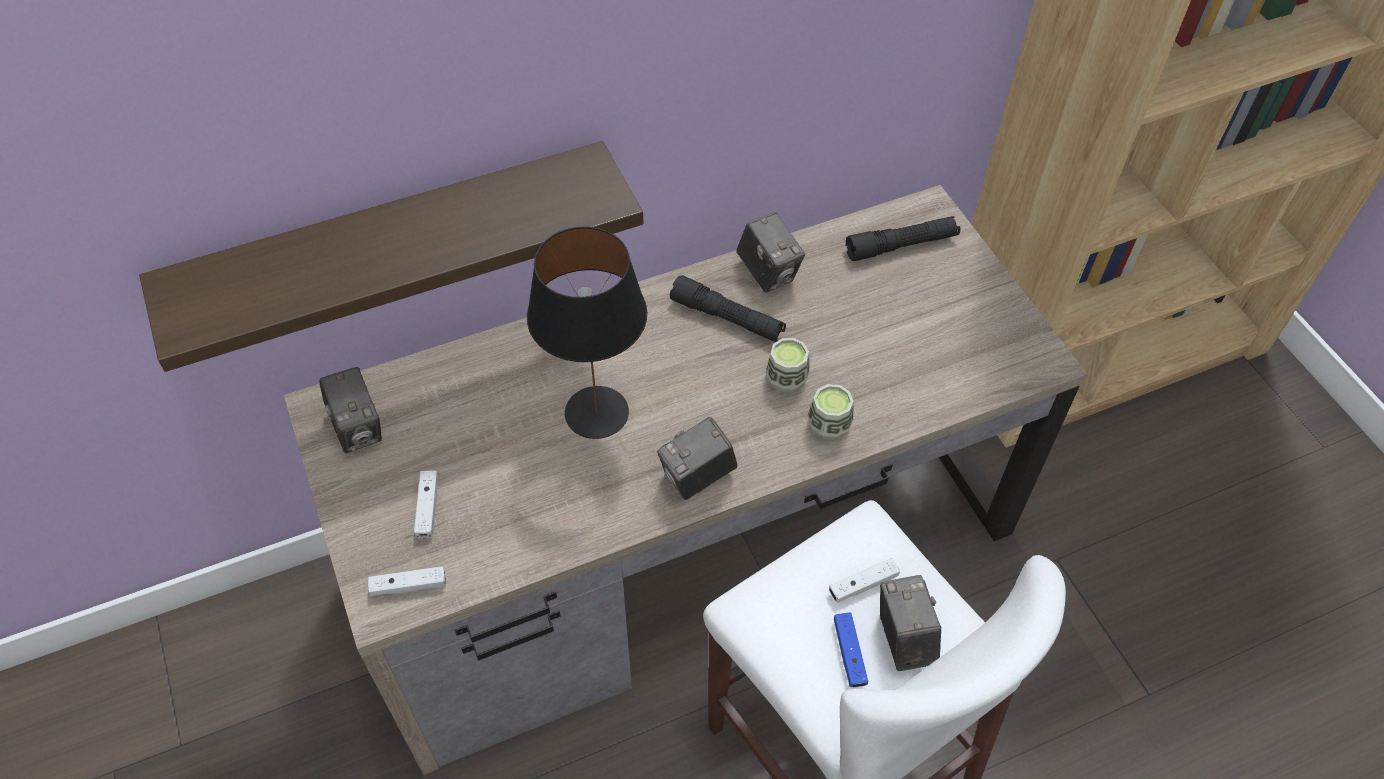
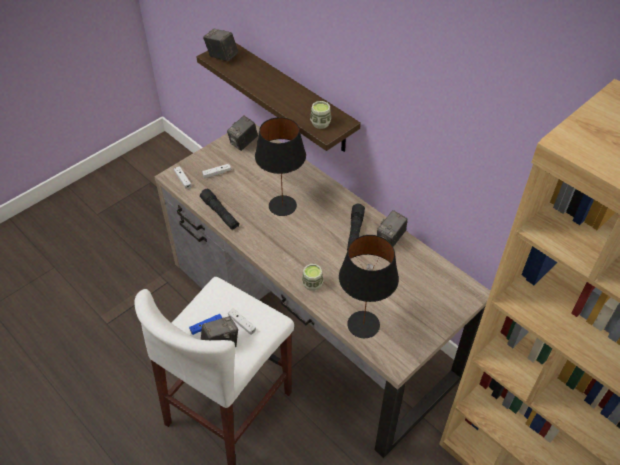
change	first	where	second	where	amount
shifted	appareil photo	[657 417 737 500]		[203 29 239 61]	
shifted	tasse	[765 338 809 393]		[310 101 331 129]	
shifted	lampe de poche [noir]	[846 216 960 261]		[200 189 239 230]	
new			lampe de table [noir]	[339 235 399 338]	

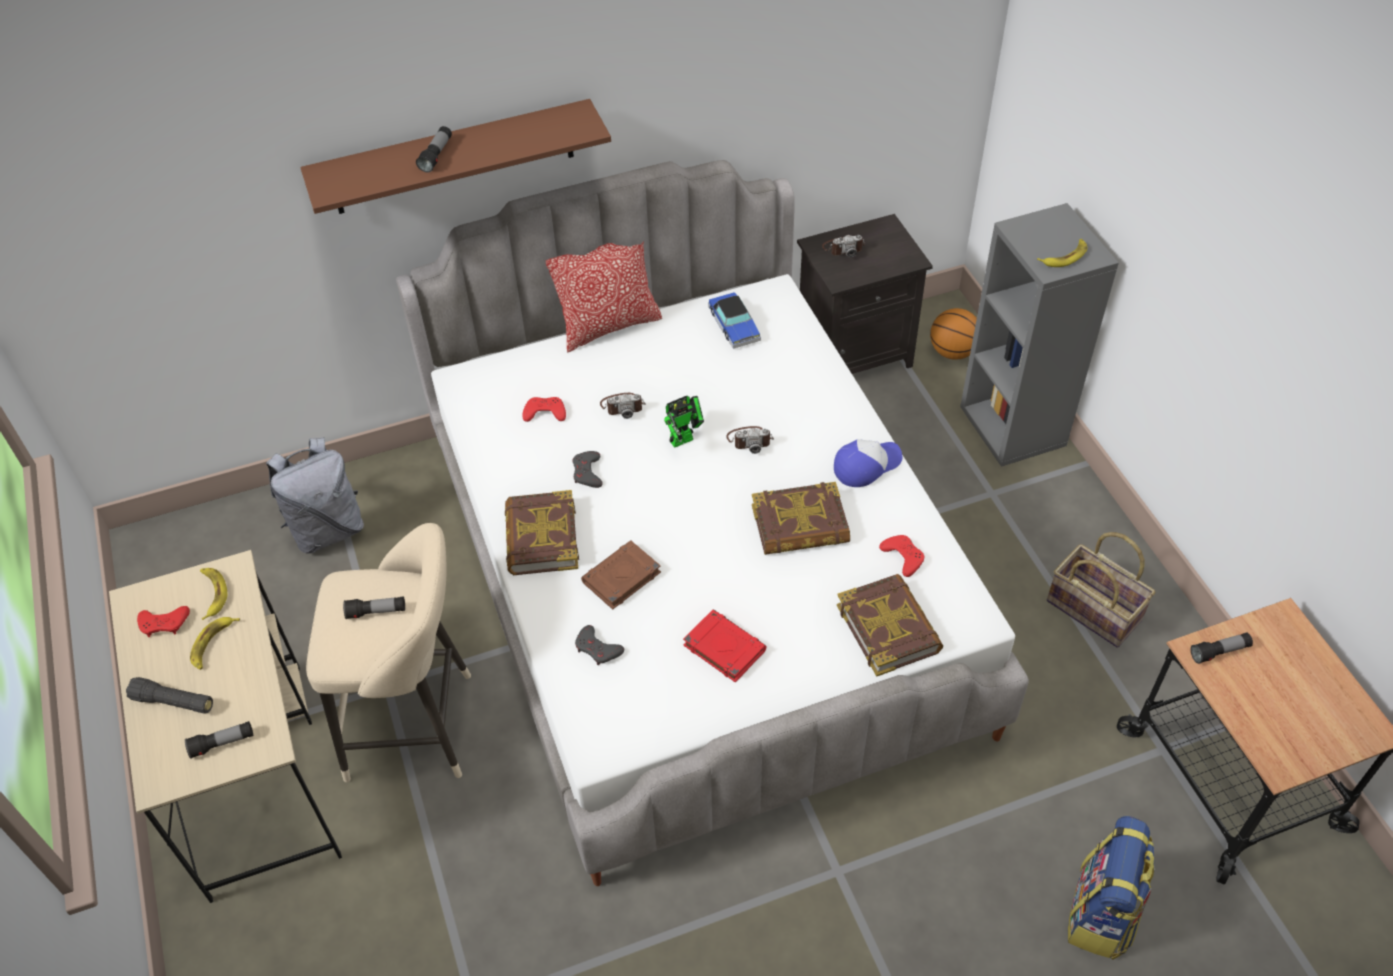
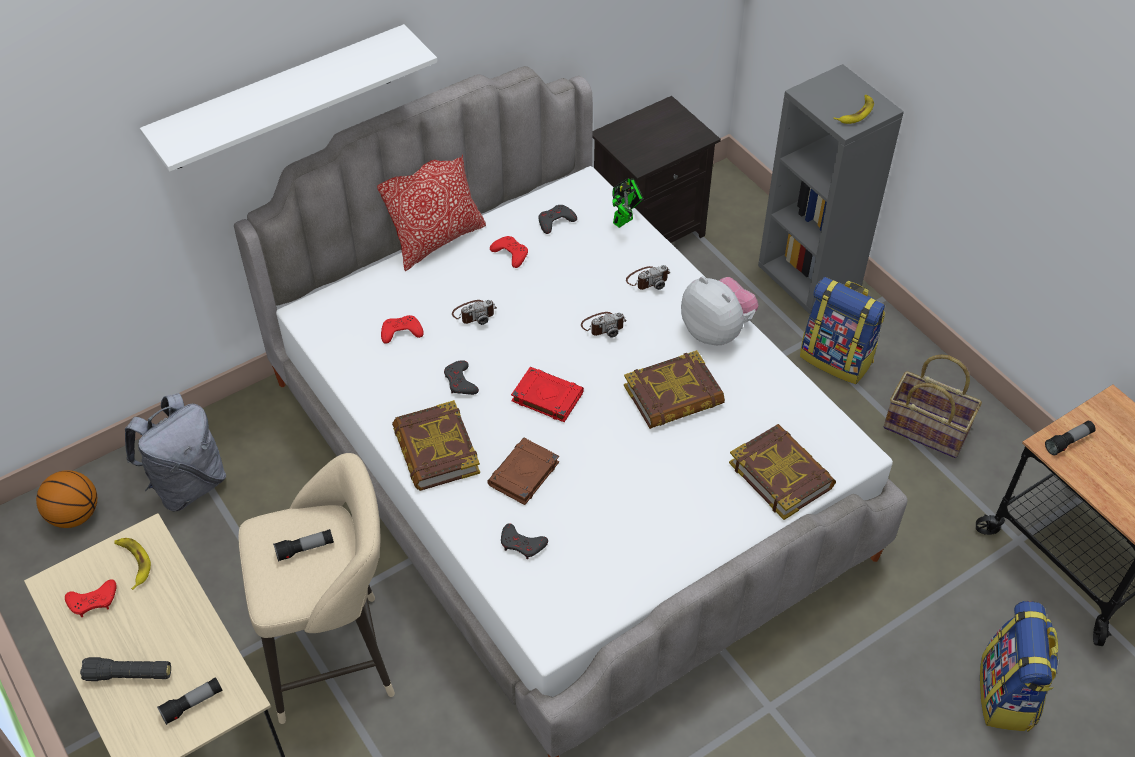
change	first	where	second	where	amount
gone	banane	[190 617 240 670]			
repainted	étagère [marron]	[300 99 611 214]	étagère [blanc]	[140 24 437 172]	
gone	lampe de poche	[416 126 452 173]			
shifted	robot jouet	[664 396 704 448]		[612 178 644 228]	
shifted	livre [rouge]	[683 610 766 683]		[511 367 584 422]	
swapped	petite voiture	[708 292 761 349]	manette [gris]	[538 205 577 234]	
shifted	appareil photo	[822 235 865 257]		[626 265 670 290]	
swapped	casquette	[834 439 902 487]	peluche	[681 276 758 345]	
shifted	manette [rouge]	[879 535 924 577]		[490 236 528 268]	
shifted	ballon de basket	[930 308 977 360]		[36 470 97 528]	
new			sac à dos	[800 277 885 384]	

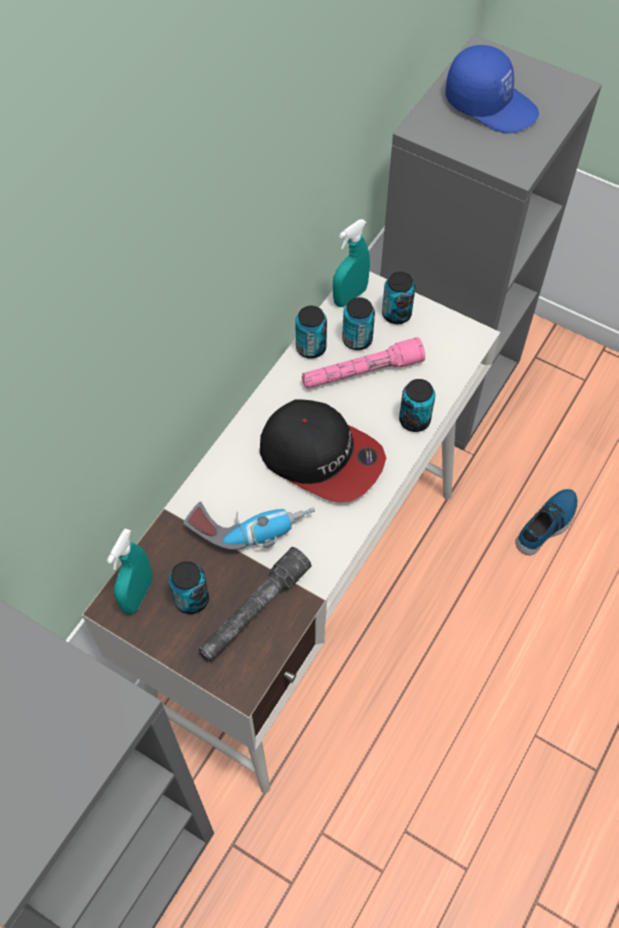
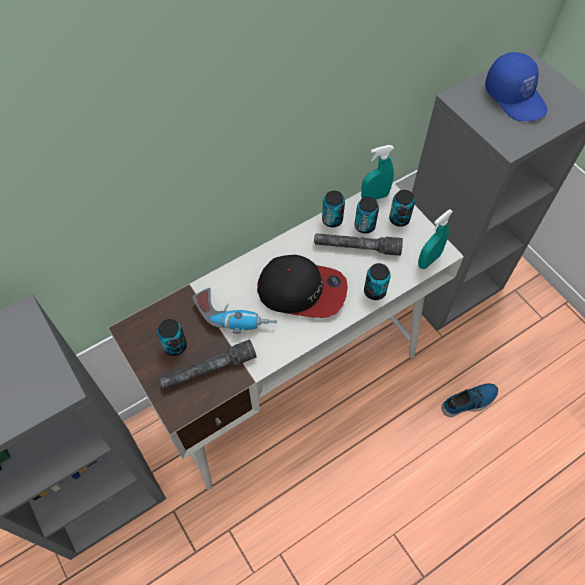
change	first	where	second	where	amount
shifted	vaporisateur [turquoise]	[107 528 152 614]		[418 209 453 269]	
rotated	casquette	[260 399 386 502]		[257 255 348 318]	45 degrees counterclockwise
repainted	lampe de poche [rose]	[302 337 425 388]	lampe de poche [gris]	[314 233 403 256]	

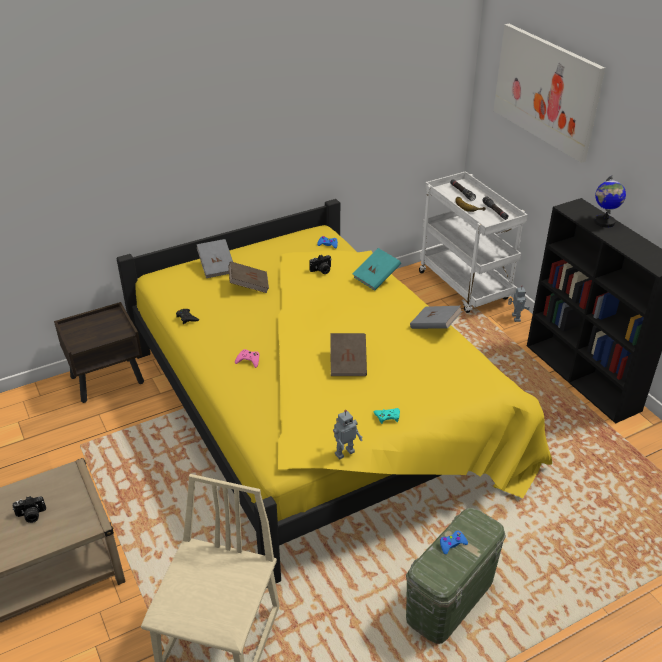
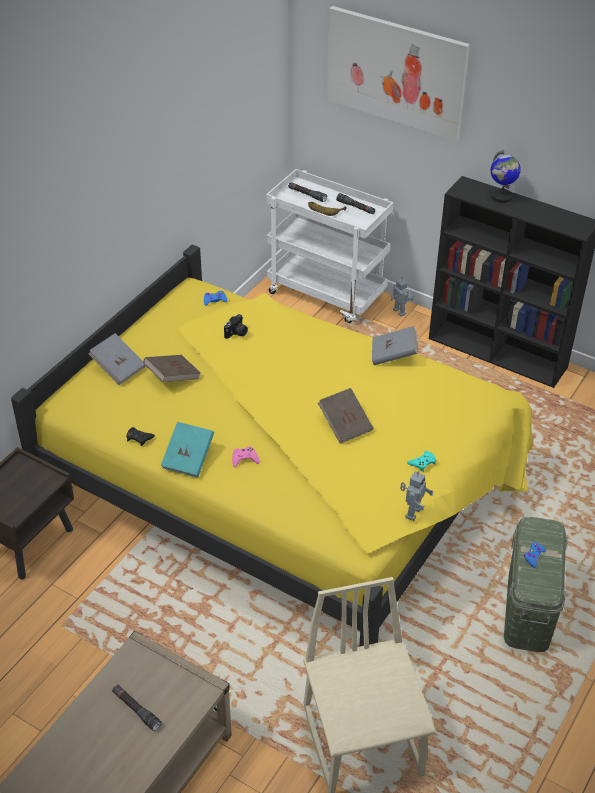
change	first	where	second	where	amount
swapped	appareil photo	[12 496 46 523]	lampe de poche [noir]	[112 684 161 731]	
shifted	livre [turquoise]	[353 248 401 291]		[161 422 214 478]	

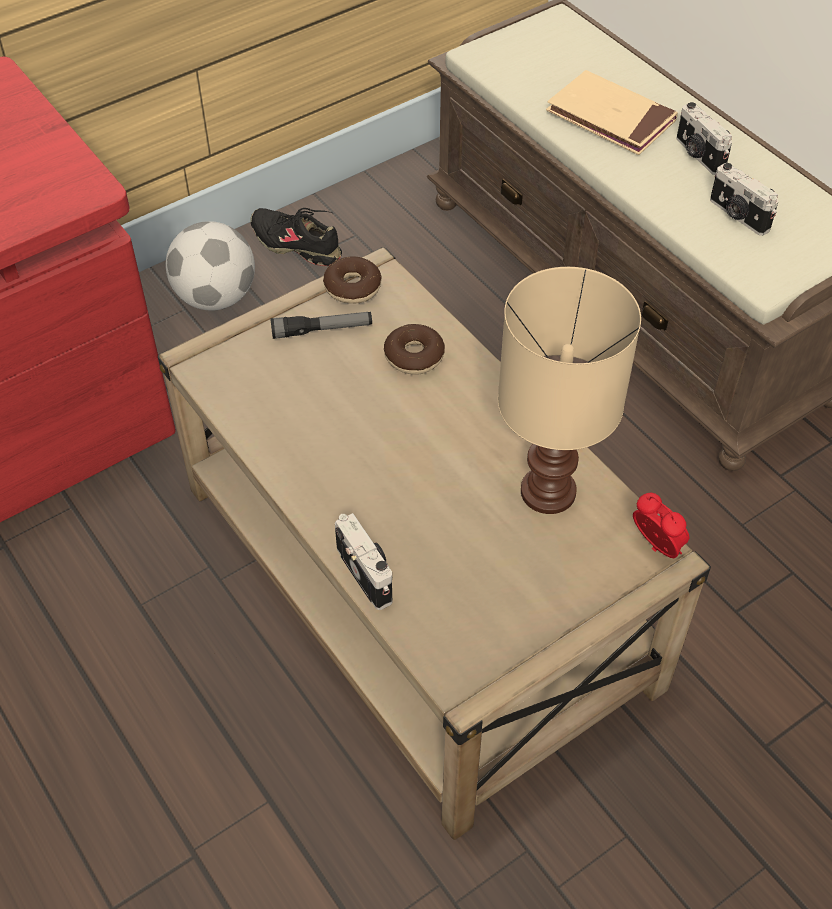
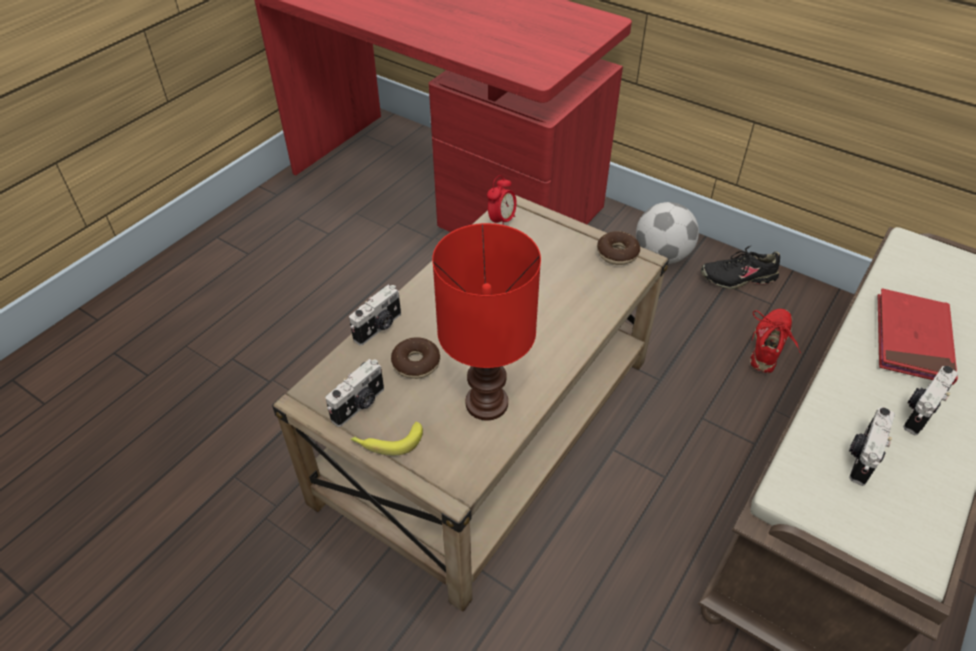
change	first	where	second	where	amount
rotated	chaussure [noir]	[250 208 342 266]		[701 246 780 289]	105 degrees counterclockwise
gone	lampe de poche	[270 312 372 339]			
shifted	beignet	[384 324 445 375]		[391 337 440 379]	
repainted	lampe de table [beige]	[498 267 641 514]	lampe de table [rouge]	[432 223 541 421]	
repainted	livre [beige]	[546 70 678 155]	livre [rouge]	[878 288 958 385]	
shifted	réveil	[633 493 689 558]		[487 175 517 225]	
new			appareil photo	[325 359 384 427]	
new			banane	[350 422 423 455]	
new			chaussure [rouge]	[750 309 801 373]	

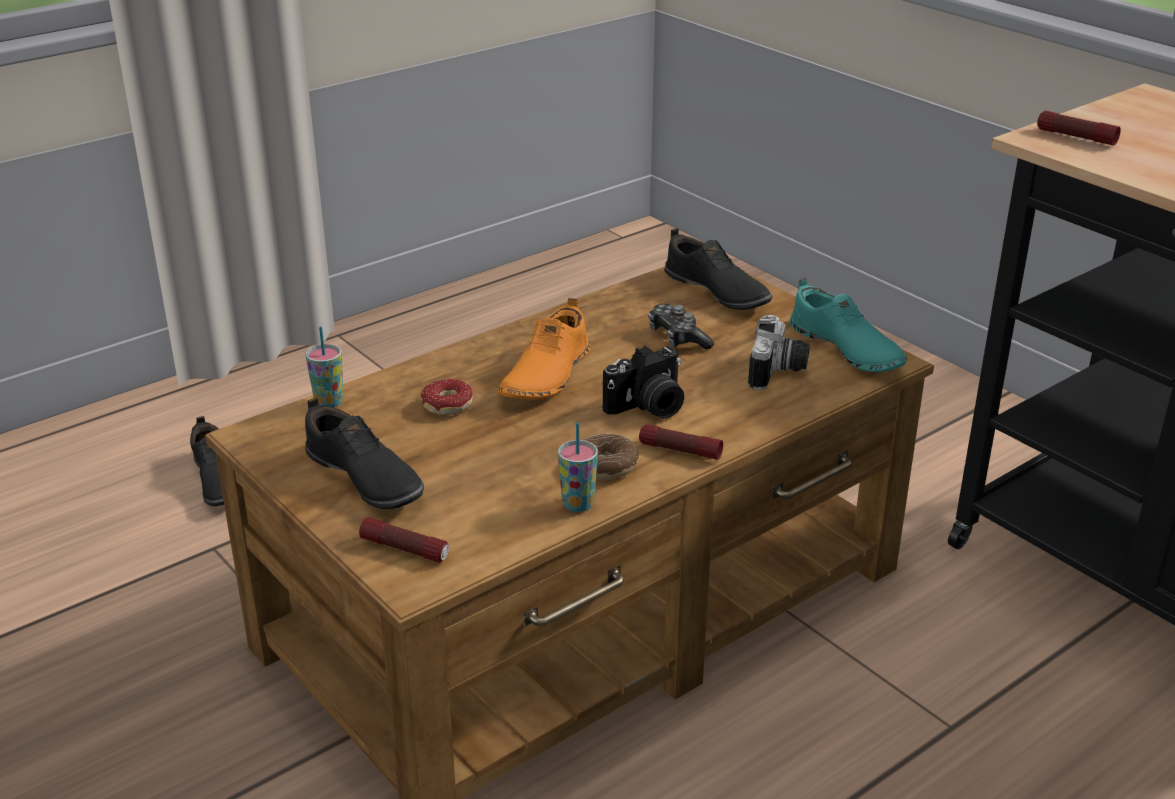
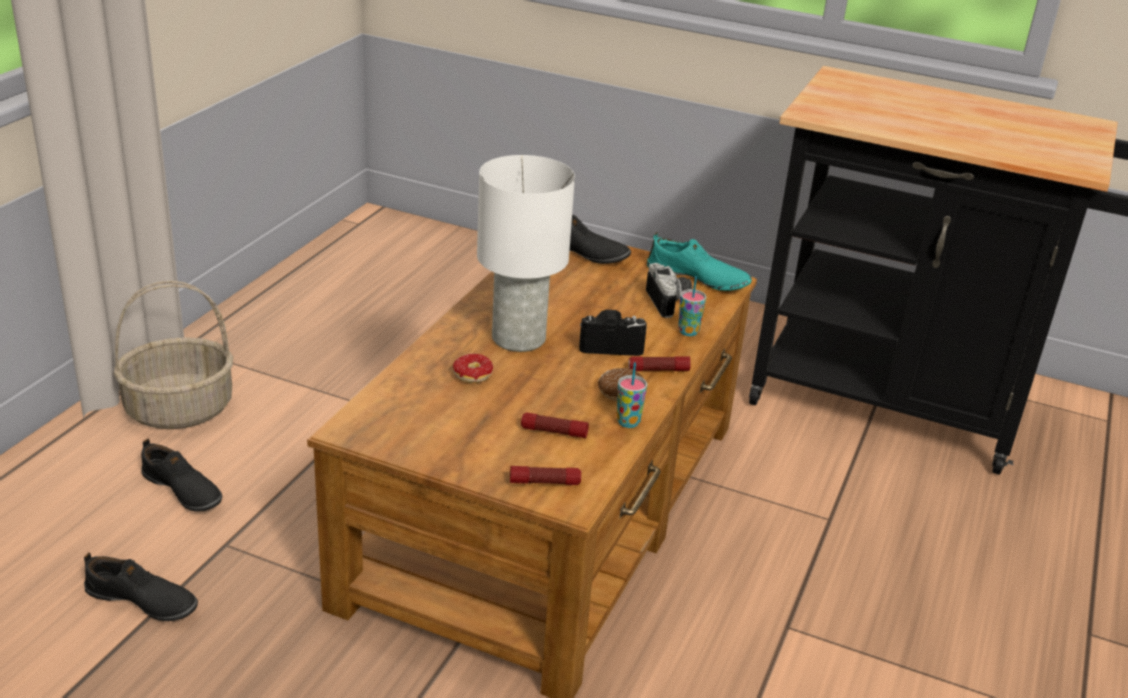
change	first	where	second	where	amount
shifted	chaussure [noir]	[305 397 424 509]		[84 552 198 621]	
shifted	tasse	[306 326 343 407]		[678 276 706 336]	
swapped	chaussure [orange]	[497 298 590 400]	lampe de table [blanc]	[477 155 575 352]	
rotated	appareil photo	[603 346 684 419]		[579 310 647 356]	120 degrees counterclockwise
gone	manette	[648 304 714 350]			
shifted	lampe de poche	[1037 111 1121 146]		[521 412 589 438]	
new			panier	[113 281 233 429]	

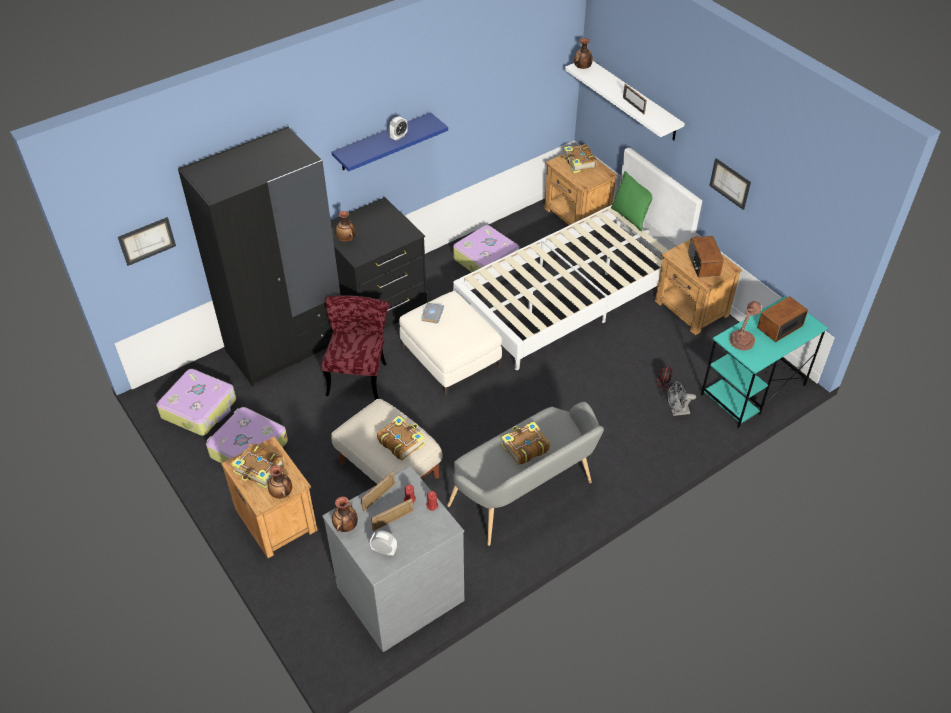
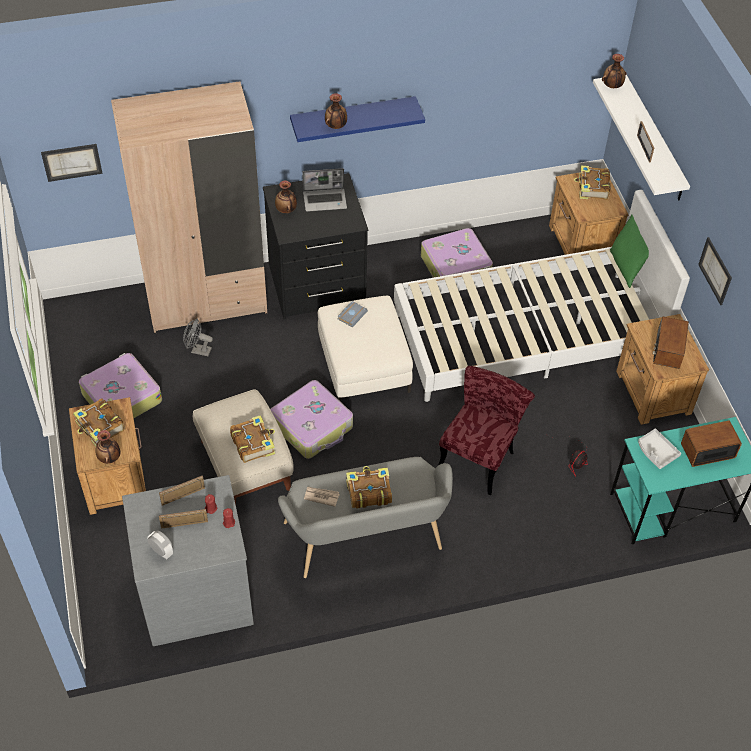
change	first	where	second	where	amount
shifted	valise	[156 369 236 436]		[270 380 353 459]	
repainted	armoire [noir]	[178 126 341 387]	armoire [beige]	[111 81 268 334]	
shifted	chaise [rouge]	[321 295 390 400]		[438 366 535 495]	
shifted	vase	[332 497 358 532]		[325 93 347 129]	
gone	réveil	[389 116 408 141]			
shifted	ventilateur [gris]	[668 381 696 416]		[183 319 213 356]	
swapped	lampe de table [marron]	[730 301 762 351]	plateau [gris]	[638 429 681 469]	
new			ordinateur portable	[302 168 347 212]	
new			journal	[304 487 340 507]	

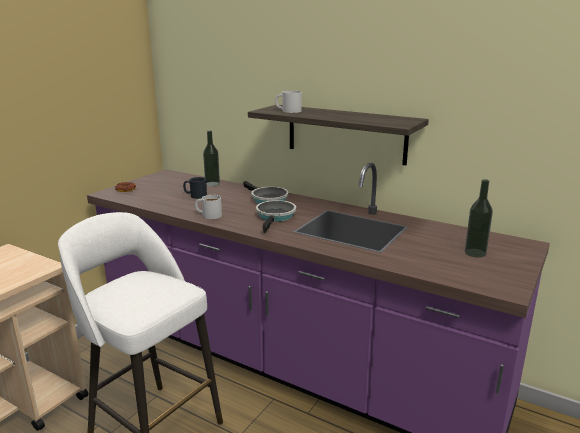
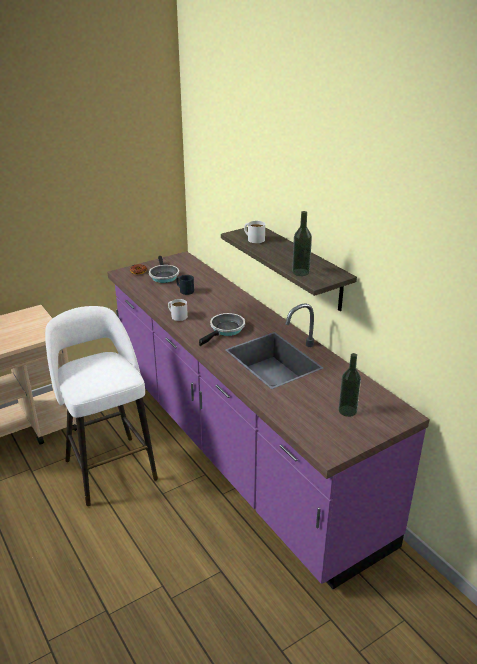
change	first	where	second	where	amount
shifted	bouteille	[203 131 220 186]		[292 211 312 276]	
shifted	poêle	[243 181 289 204]		[149 256 179 283]	

